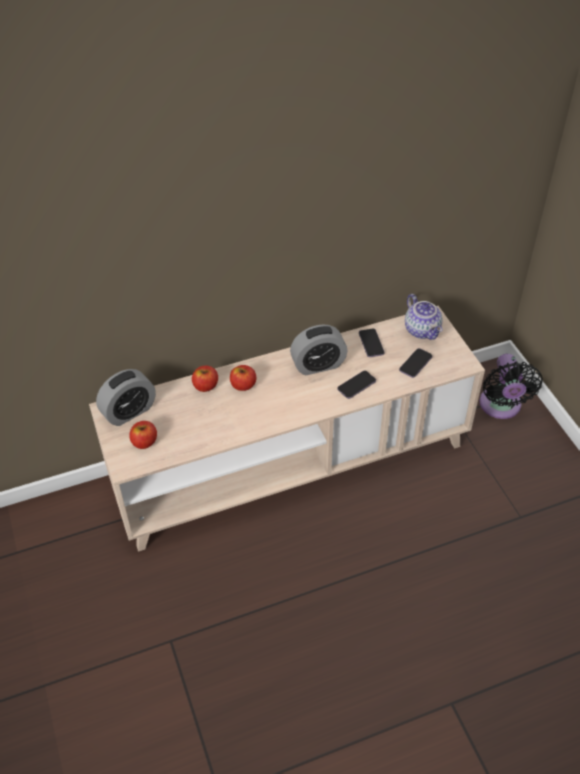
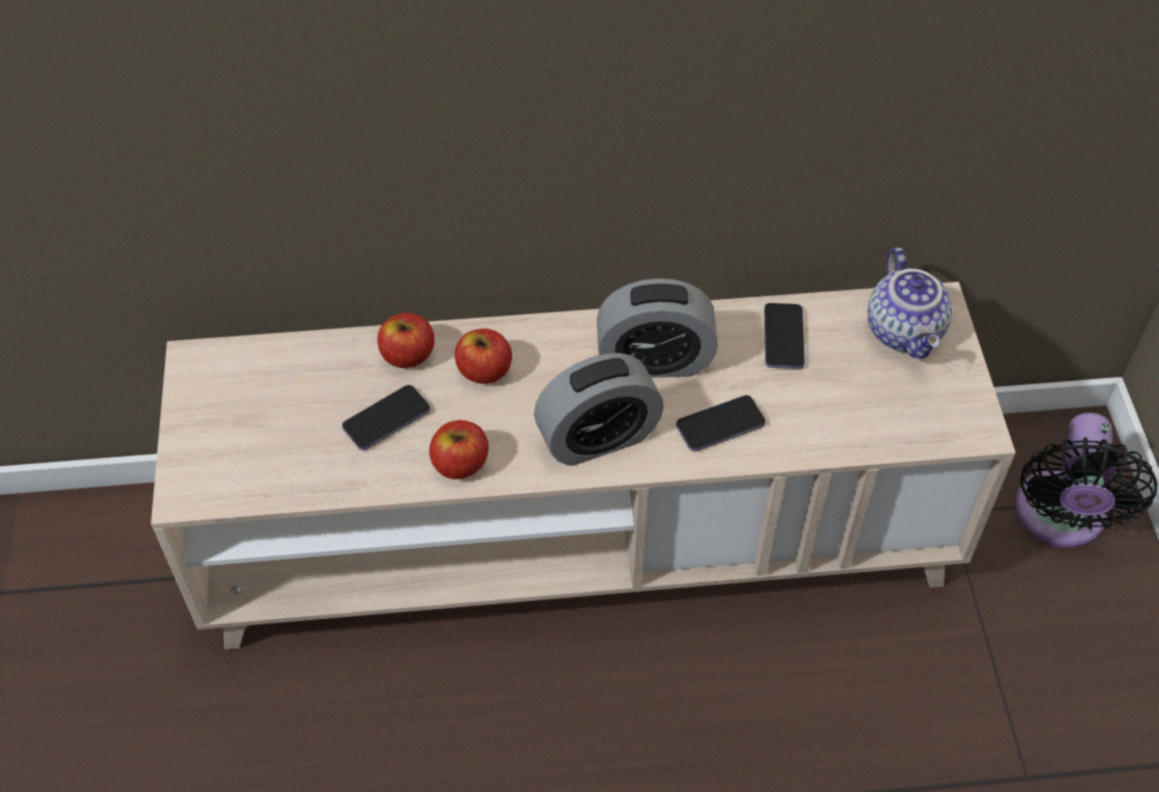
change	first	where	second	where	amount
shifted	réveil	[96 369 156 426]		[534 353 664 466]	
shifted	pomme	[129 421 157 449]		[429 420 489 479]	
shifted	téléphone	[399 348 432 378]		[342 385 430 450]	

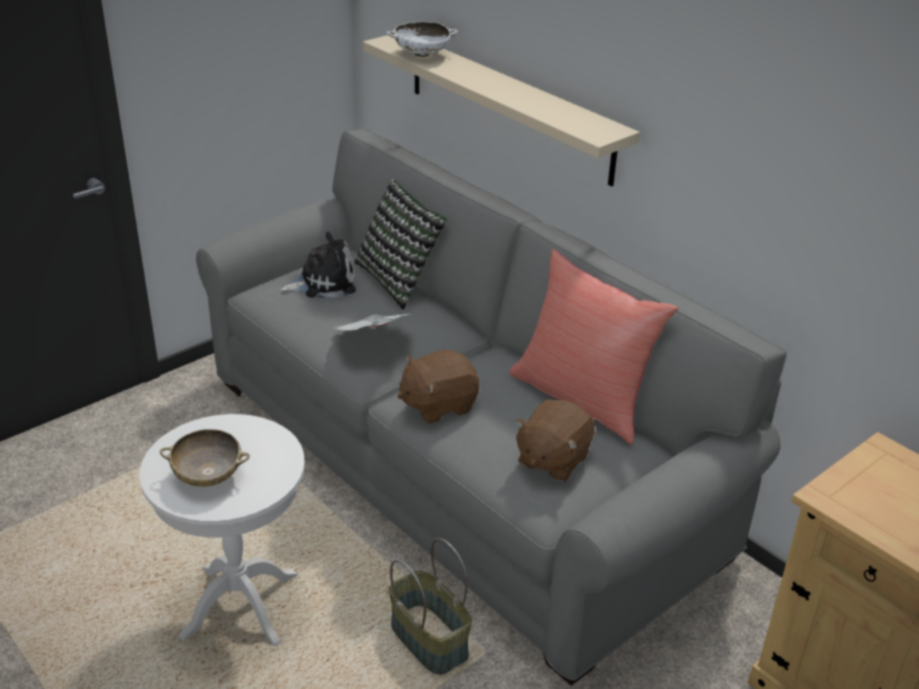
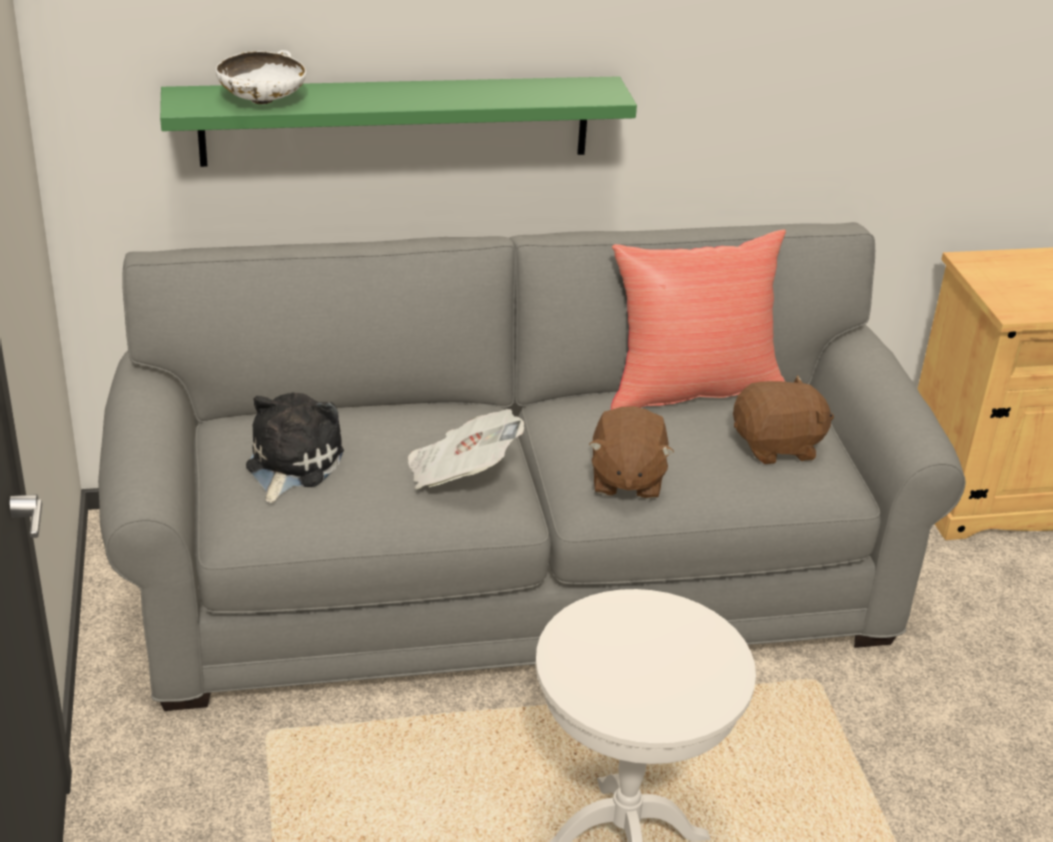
change	first	where	second	where	amount
gone	bol [beige]	[160 429 250 487]			
gone	coussin	[355 179 447 310]			
repainted	étagère [beige]	[363 35 640 186]	étagère [vert]	[160 76 637 167]	
gone	panier	[389 538 472 675]			
rotated	peluche [marron]	[514 399 595 481]		[733 375 834 464]	75 degrees counterclockwise

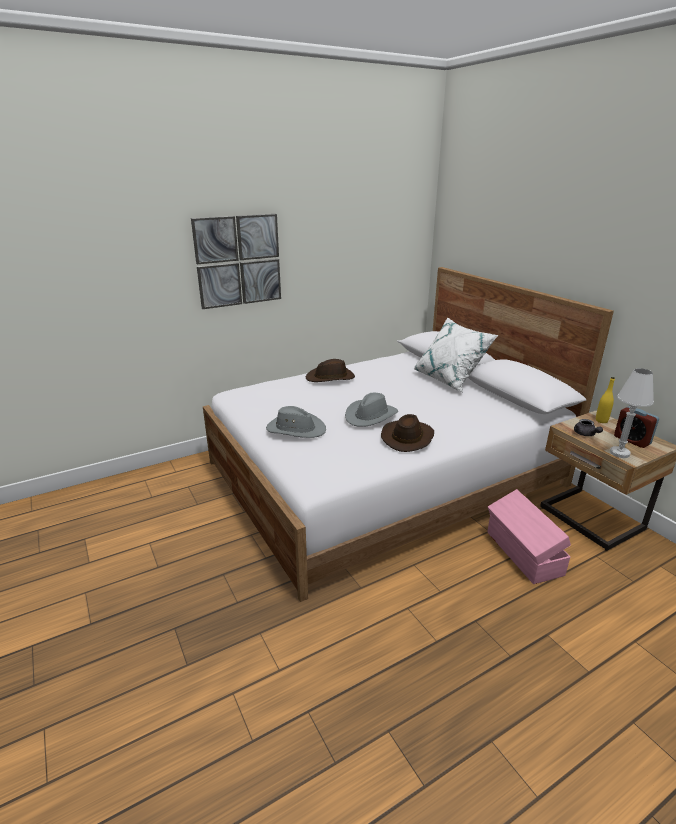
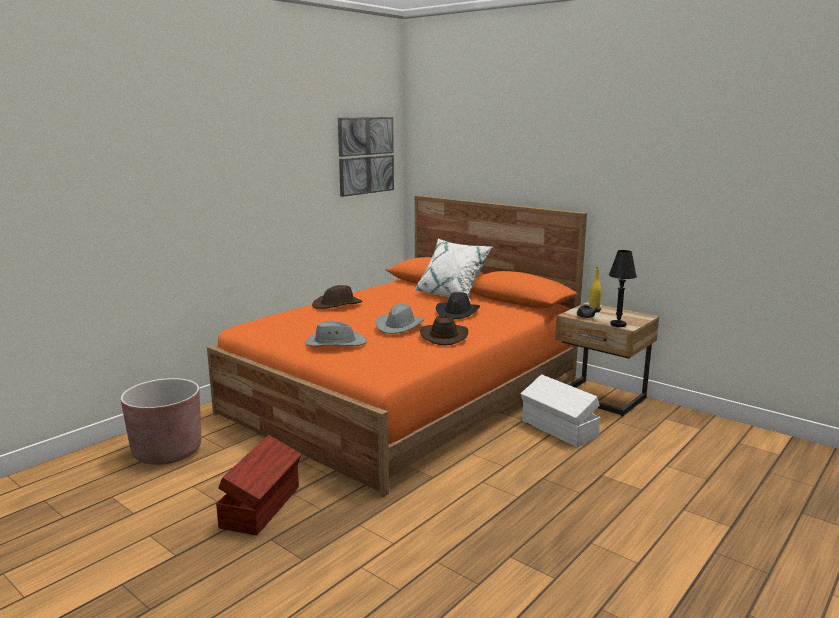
change	first	where	second	where	amount
shifted	tableau	[191 214 281 309]		[338 117 394 197]	
repainted	lit [blanc]	[203 267 614 602]	lit [orange]	[207 195 587 497]	
repainted	boîte de rangement [rose]	[487 489 571 584]	boîte de rangement [blanc]	[521 374 600 447]	
repainted	lampe de table [blanc]	[610 368 654 458]	lampe de table [noir]	[609 250 637 327]	
gone	réveil	[614 406 659 448]			
new			cache-pot [marron]	[121 378 201 465]	
new			boîte de rangement [marron]	[216 435 302 535]	
new			chapeau [noir]	[436 292 480 319]	

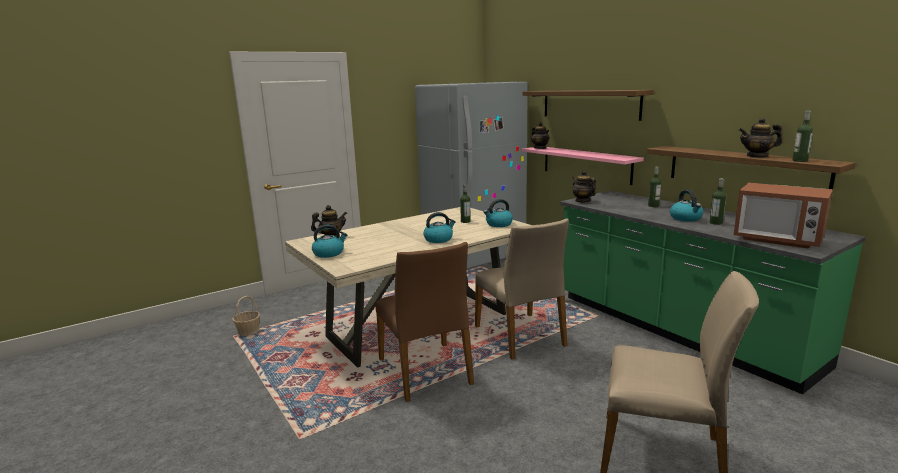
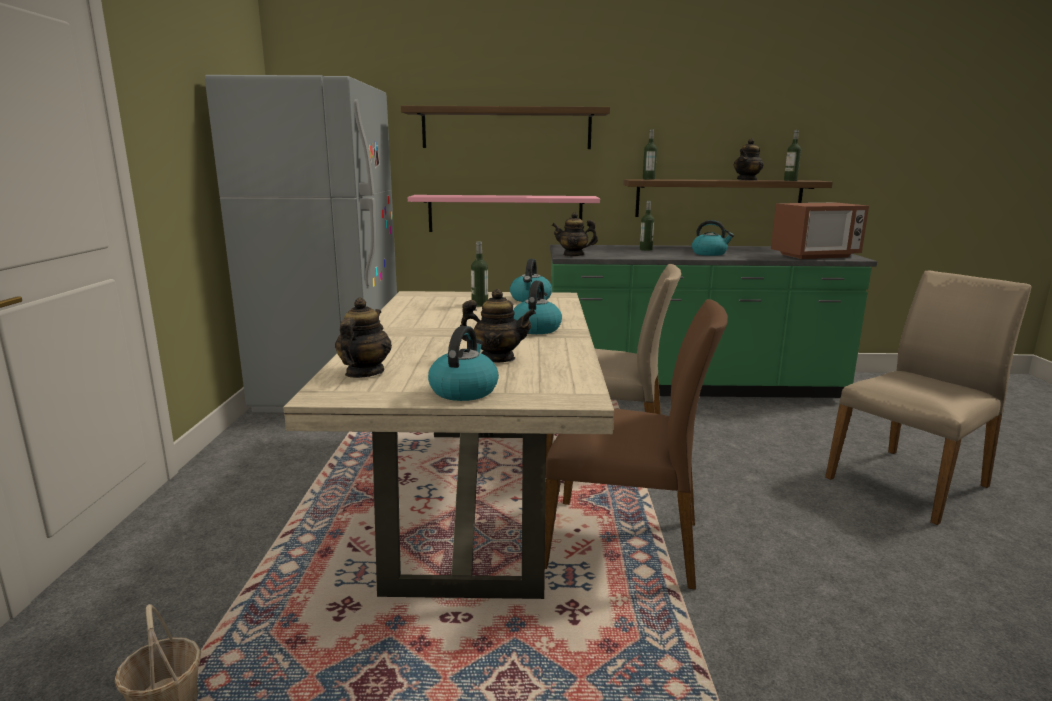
change	first	where	second	where	amount
shifted	théière	[531 122 549 149]		[459 289 536 362]	
shifted	bouteille	[710 178 726 225]		[643 130 657 180]	

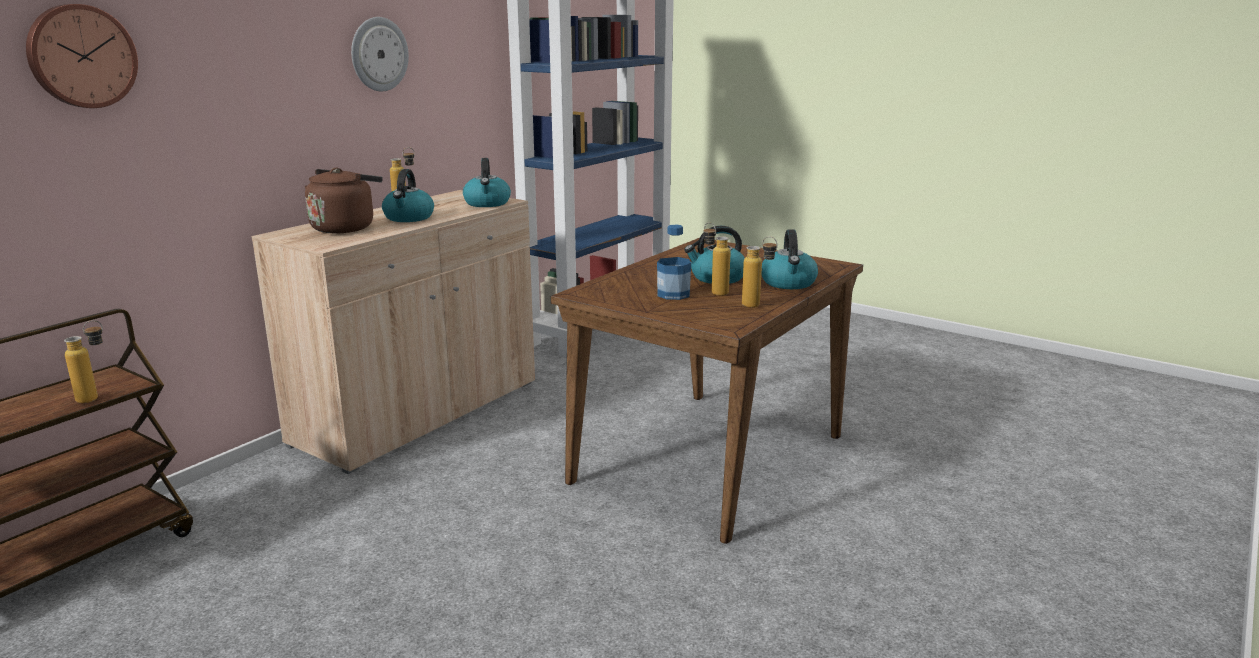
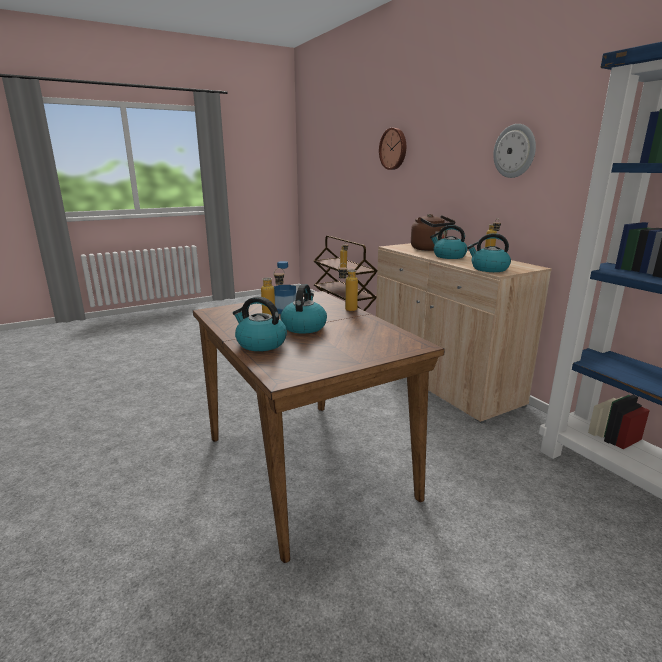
change	first	where	second	where	amount
shifted	bouteille	[742 236 777 308]		[338 263 358 311]	

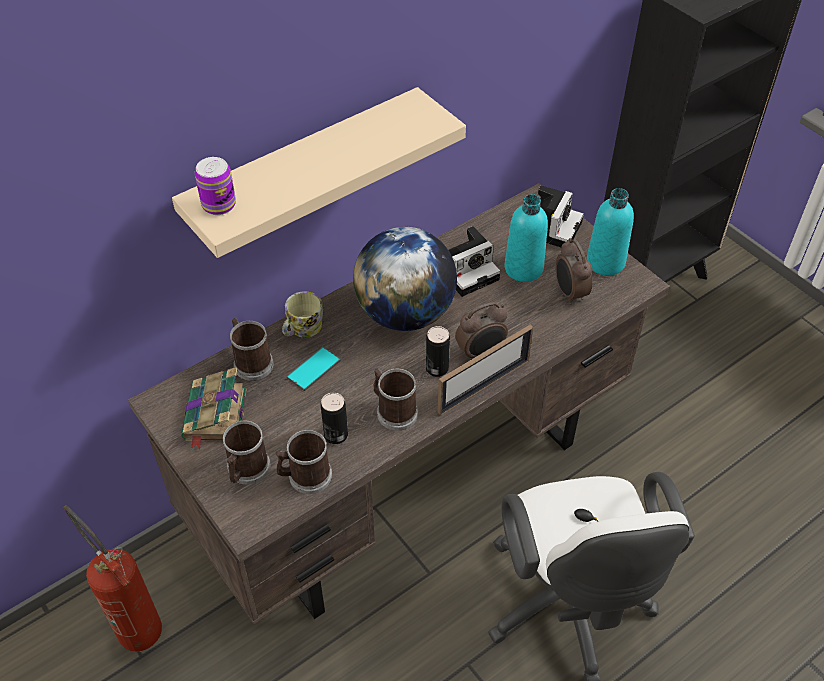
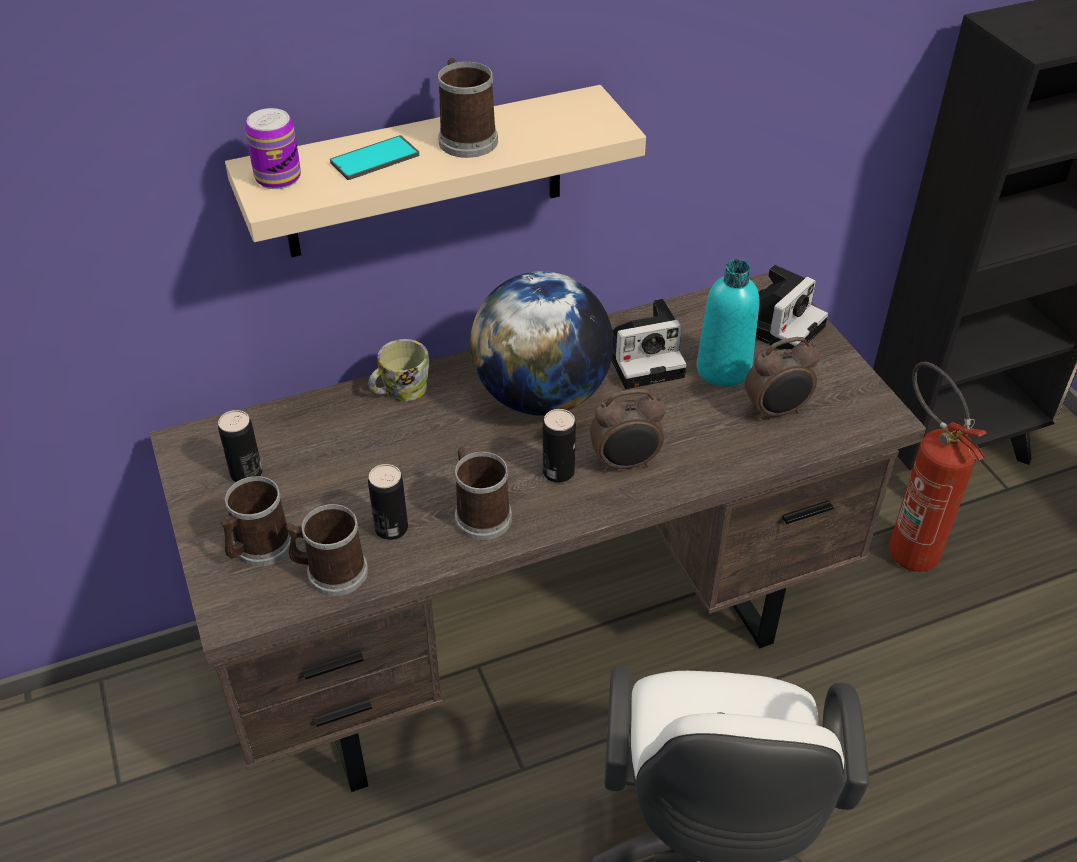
change	first	where	second	where	amount
shifted	extincteur	[64 506 162 652]		[889 362 986 572]	
swapped	livre	[181 367 247 450]	boîte métallique	[218 410 262 482]	
shifted	mug	[230 318 274 381]		[438 58 498 158]	
shifted	téléphone	[287 346 341 391]		[330 135 419 180]	
gone	cadre photo	[438 325 533 416]			
rotated	réveil	[555 238 593 305]		[745 337 819 421]	105 degrees counterclockwise
gone	bouteille [turquoise]	[587 188 634 276]			

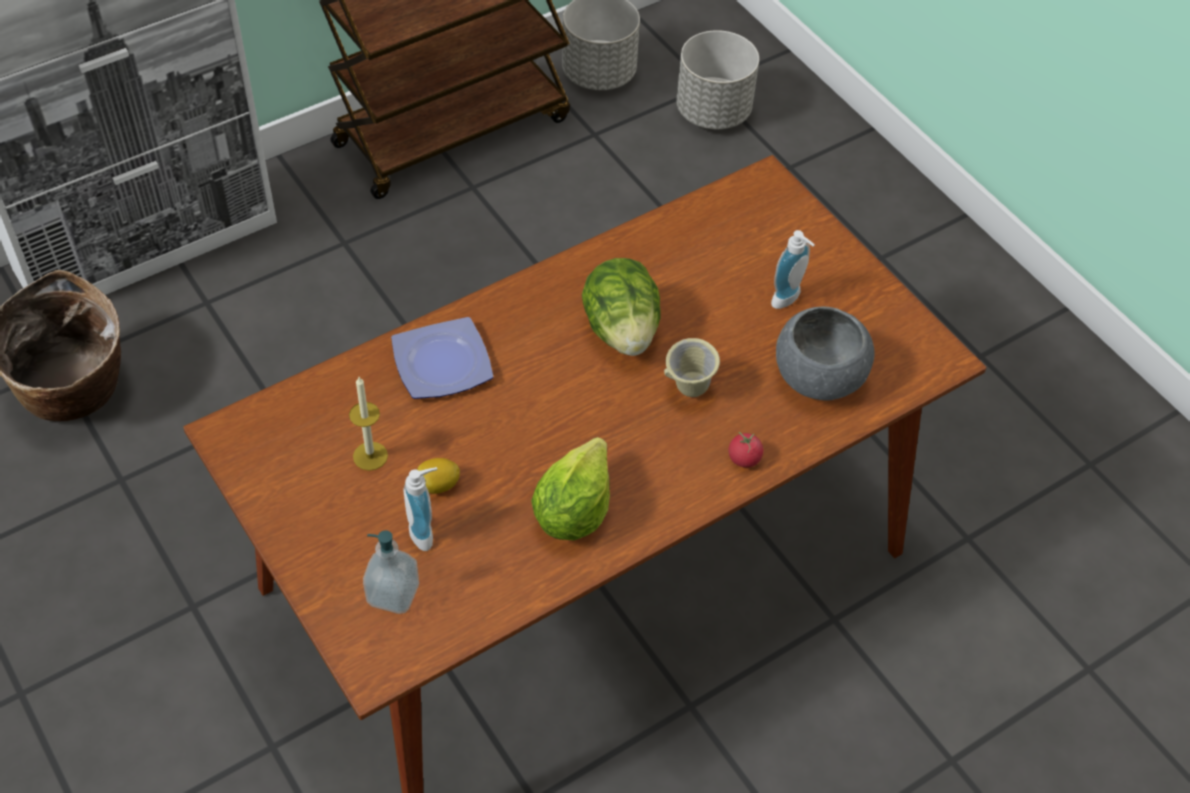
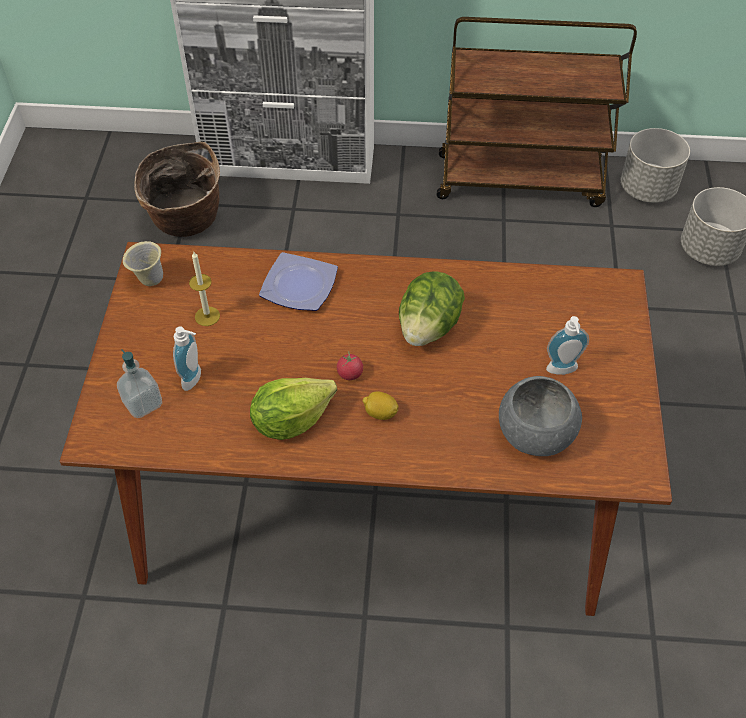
change	first	where	second	where	amount
shifted	citron	[417 458 460 494]		[363 392 398 420]	
shifted	mug [beige]	[664 338 720 397]		[123 241 163 286]	
shifted	tomate	[729 432 763 467]		[337 352 363 380]	

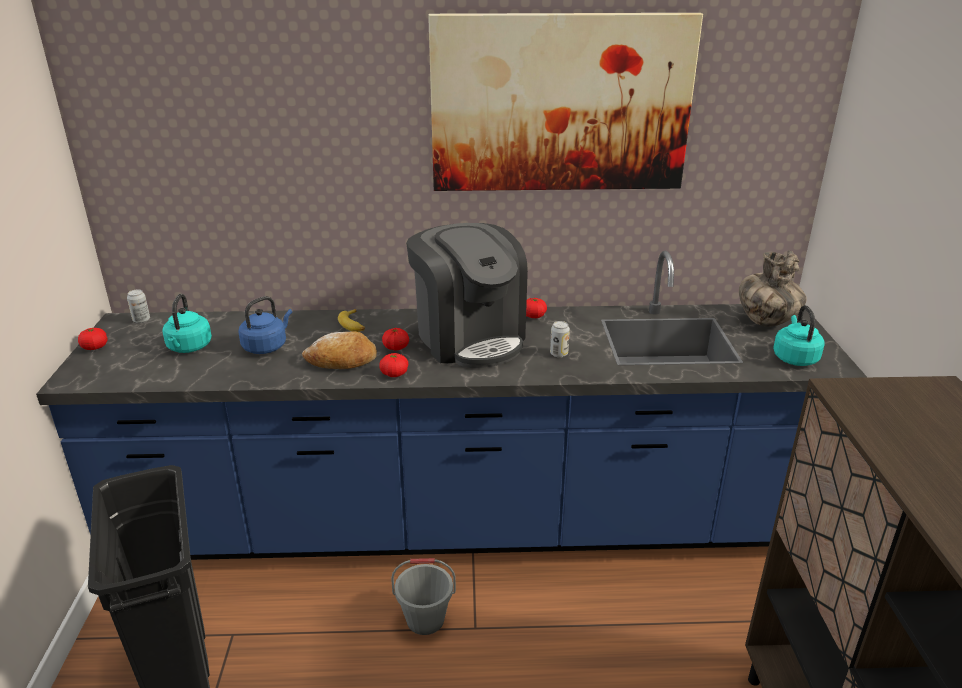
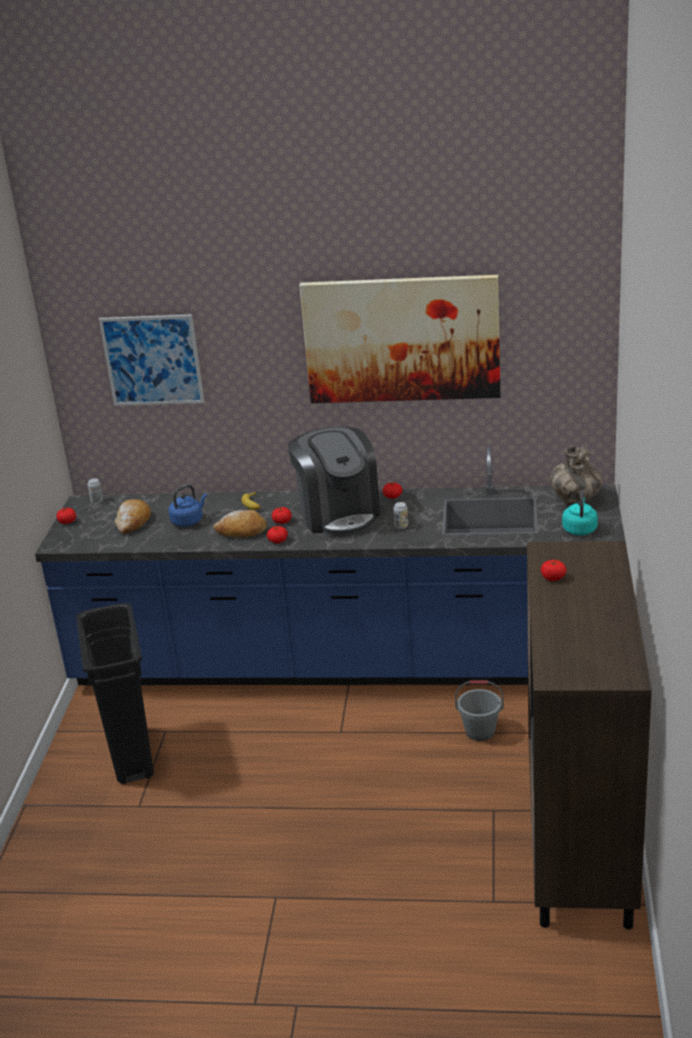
change	first	where	second	where	amount
swapped	bouilloire [turquoise]	[162 294 212 353]	pain	[114 499 151 534]	
shifted	seau [gris]	[391 558 456 635]		[455 681 504 741]	
new			tableau	[99 314 204 406]	
new			tomate	[541 560 567 581]	

